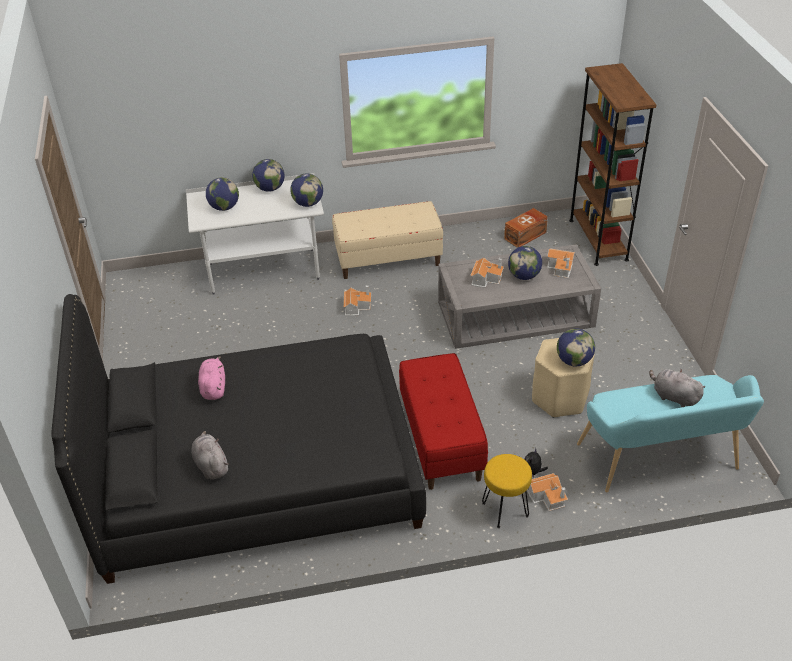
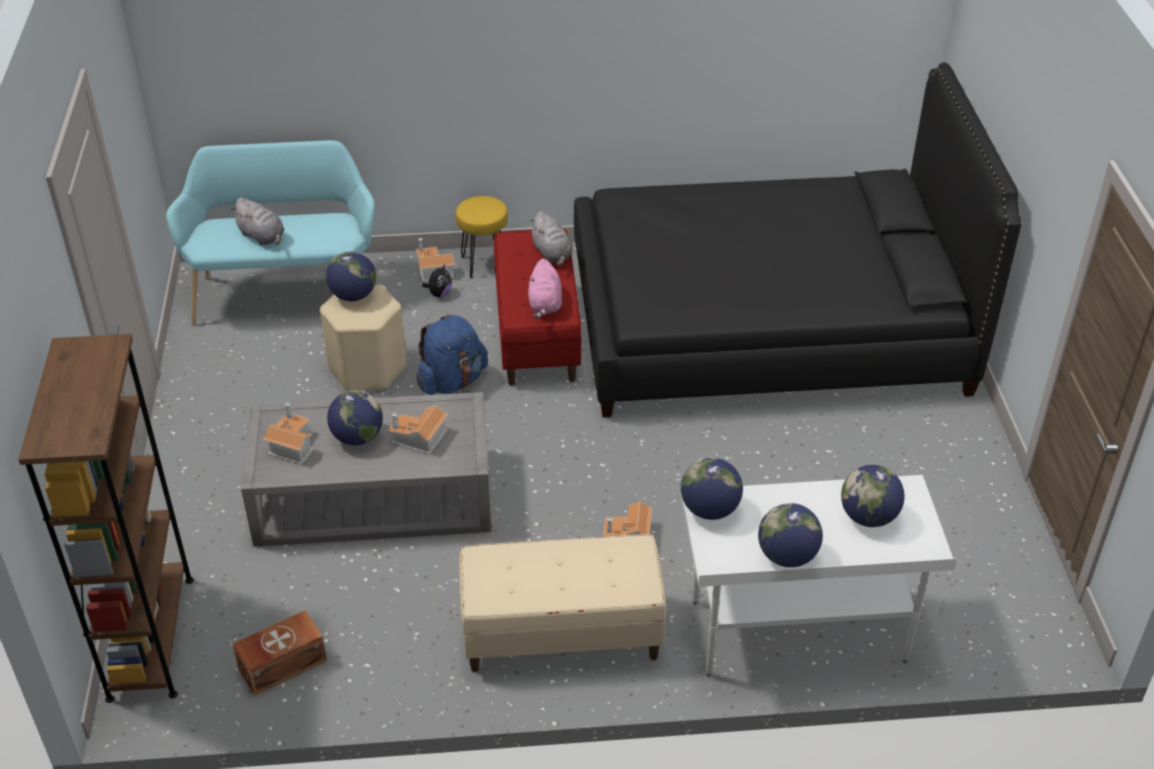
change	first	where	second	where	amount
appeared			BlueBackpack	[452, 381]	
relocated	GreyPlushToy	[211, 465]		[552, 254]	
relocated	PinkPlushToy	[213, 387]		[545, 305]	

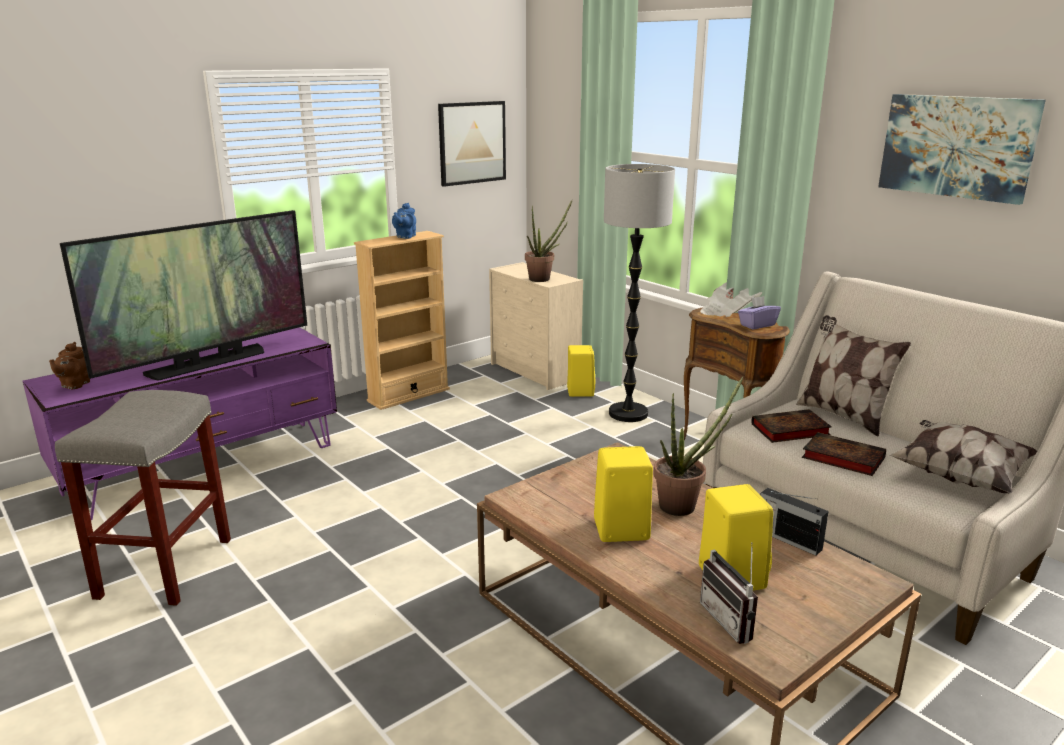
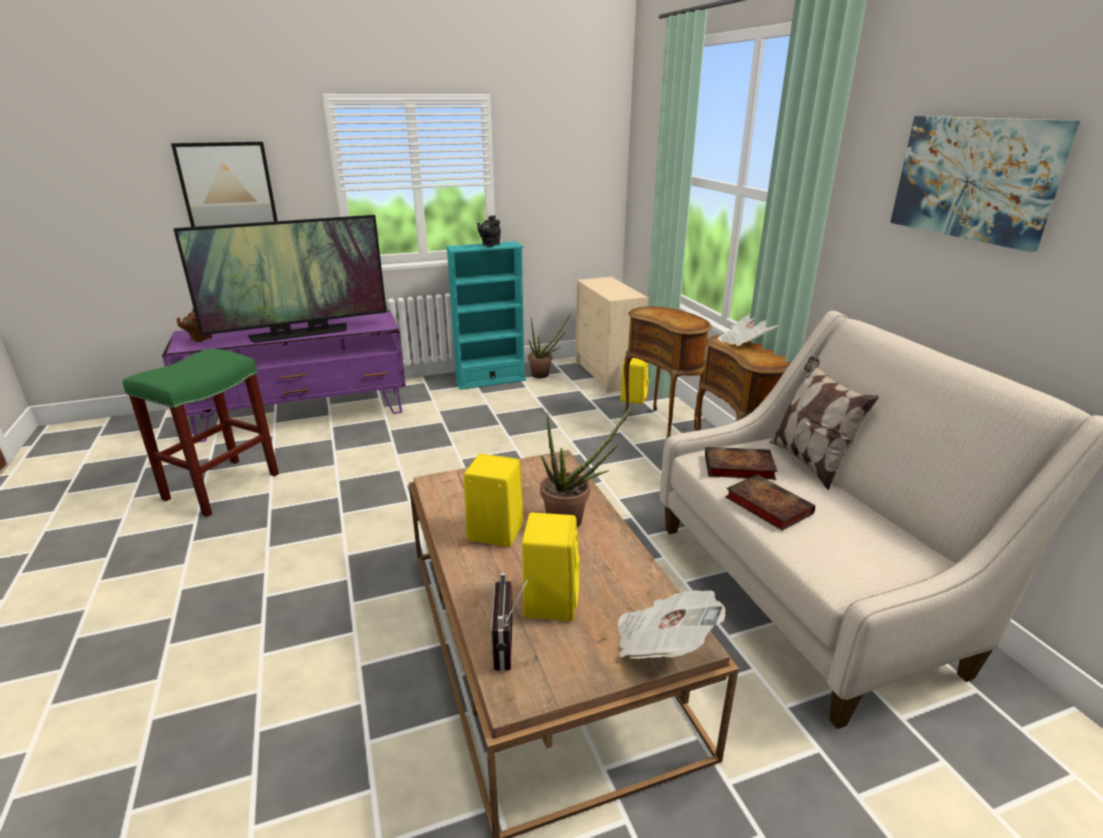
change	first	where	second	where	amount
missing	PurpleTissueBox	[757, 325]			
missing	Radio	[787, 539]			
missing	Pillow	[958, 476]			
appeared			Newspaper	[663, 644]	
relocated	Picture	[472, 143]		[227, 186]	
relocated	PottedPlant	[543, 278]		[544, 374]	
exchanged	FloorLamp	[628, 413]	BrownSideTable	[662, 425]	
colour	GreyStool	[165, 567]	GreenStool	[223, 485]	
colour	BeigeBookcase	[408, 395]	TurquoiseBookcase	[490, 380]	
colour	BlueTeapot	[405, 237]	BlackTeapot	[489, 245]	

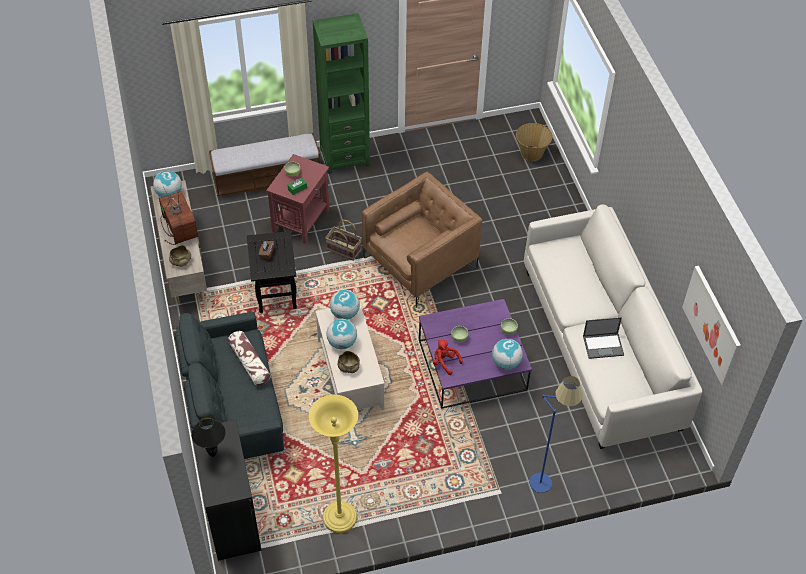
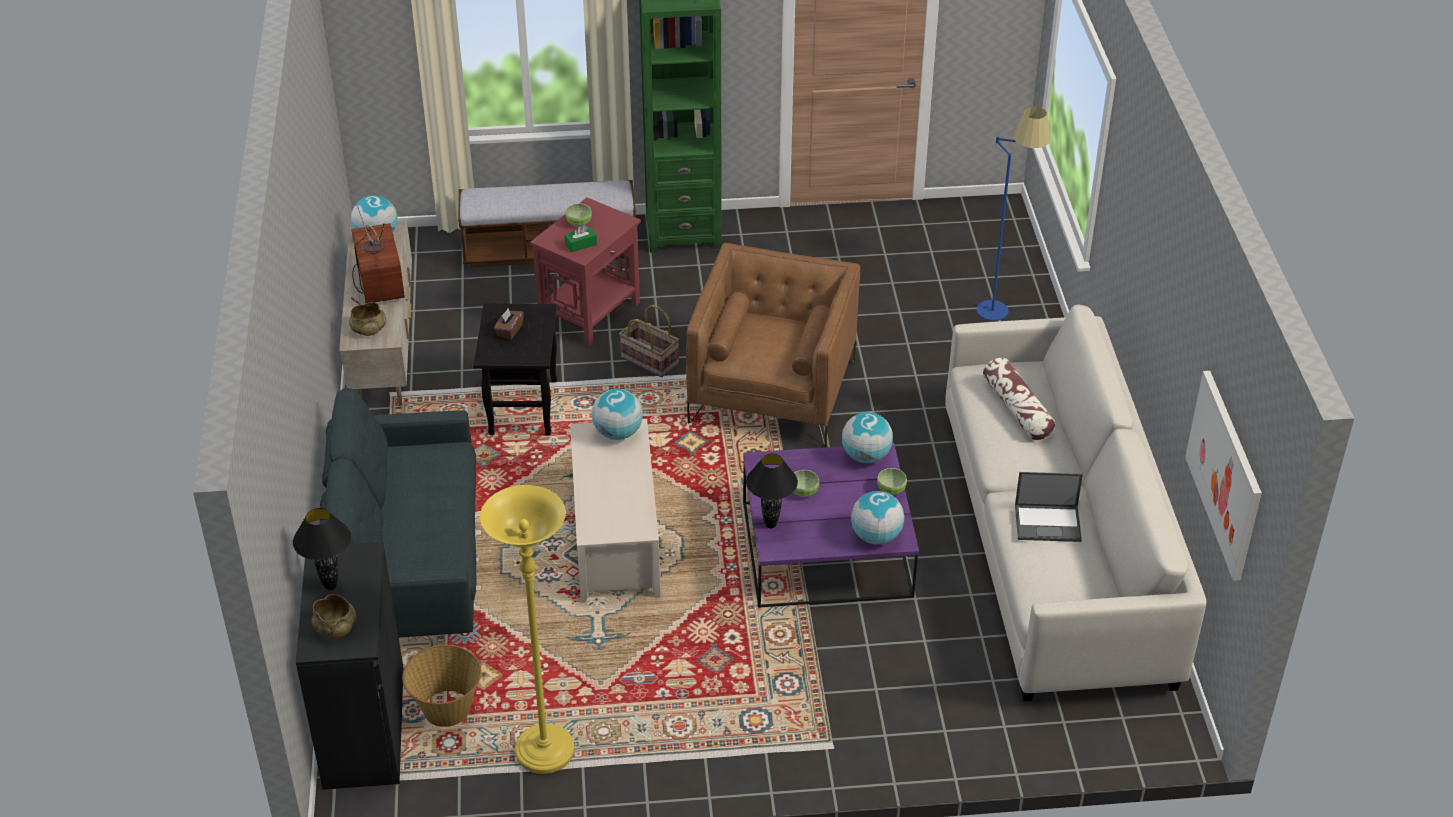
change	first	where	second	where	amount
relocated	Pillow	[249, 363]		[1017, 409]	
relocated	Globe	[342, 342]		[866, 456]	
relocated	BeigeBowl	[349, 367]		[335, 628]	
relocated	Basket	[531, 153]		[446, 710]	
relocated	BlueFloorLamp	[546, 475]		[1002, 304]	
exchanged	RedPlushToy	[445, 362]	BlackTableLamp	[771, 524]	
spun	BrownArmchair	[420, 263]		[772, 391]	45 degrees counterclockwise

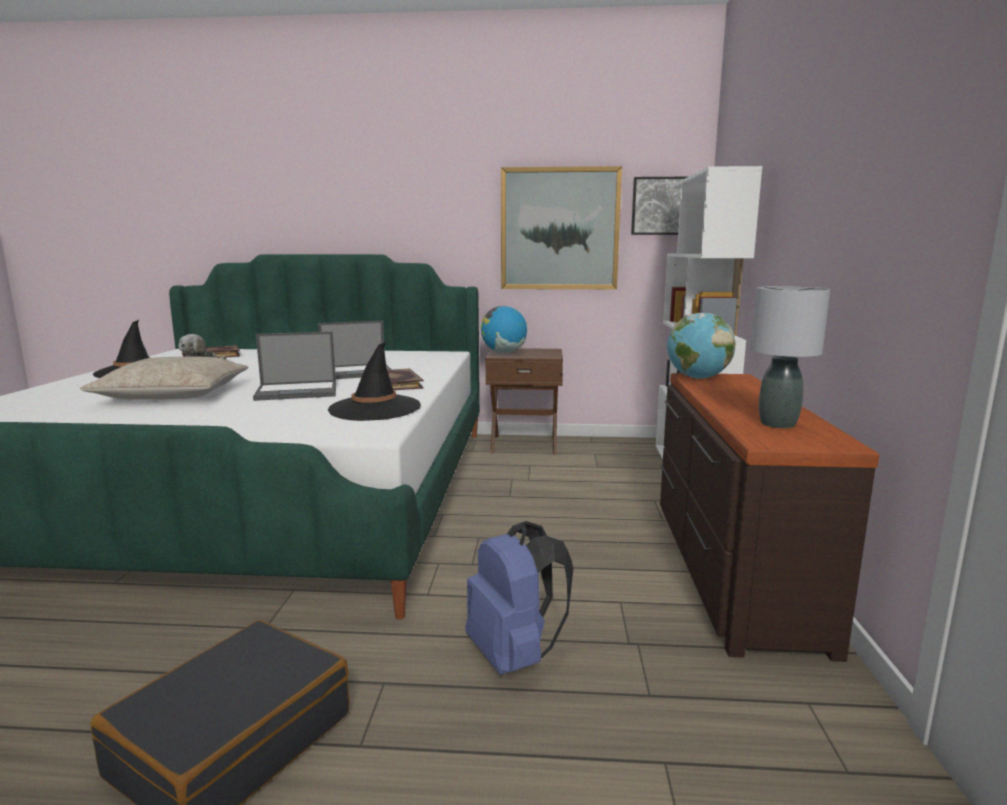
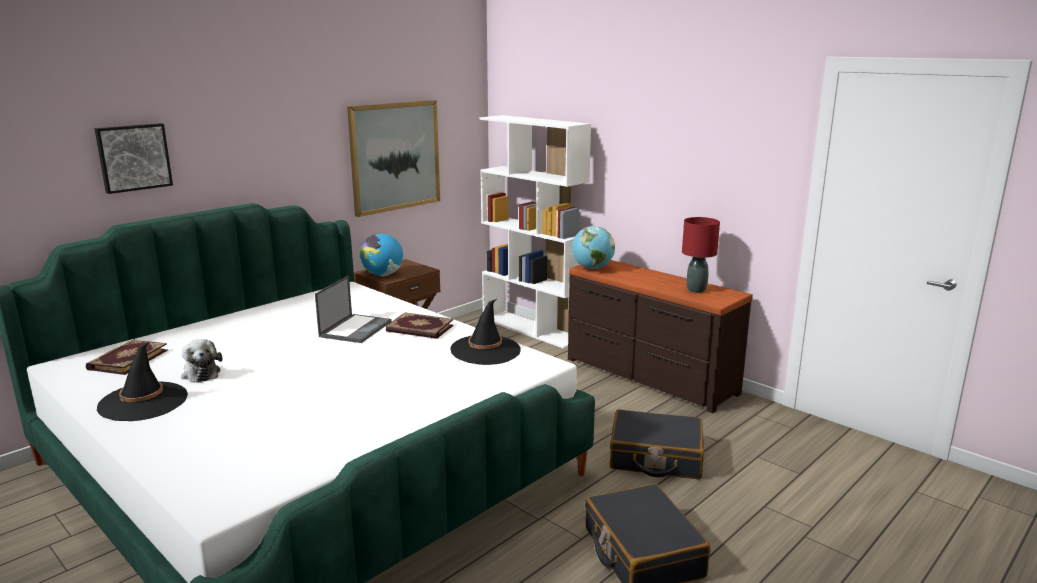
change	first	where	second	where	amount
missing	BeigePillow	[174, 395]			
missing	Laptop	[298, 391]			
relocated	Picture	[660, 206]		[133, 157]	
exchanged	BlueBackpack	[515, 655]	BlackSuitcase	[655, 457]	
colour	GreyTableLamp	[777, 424]	RedTableLamp	[696, 290]	

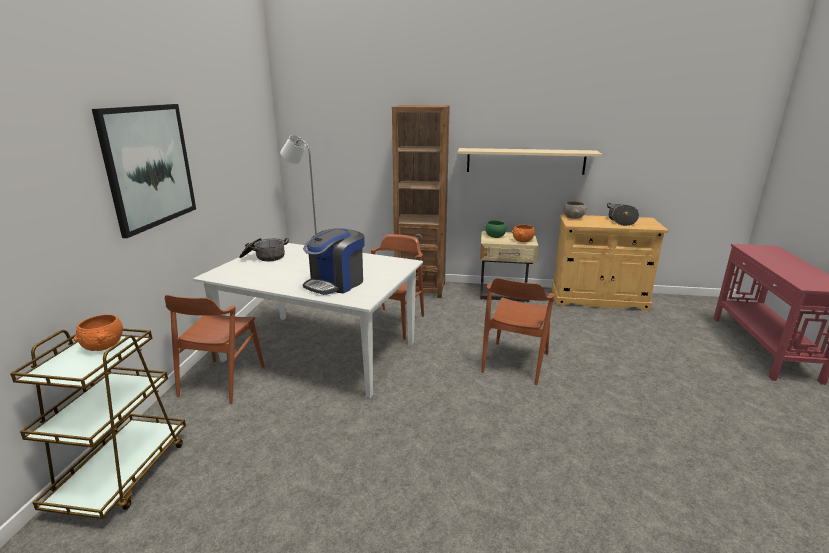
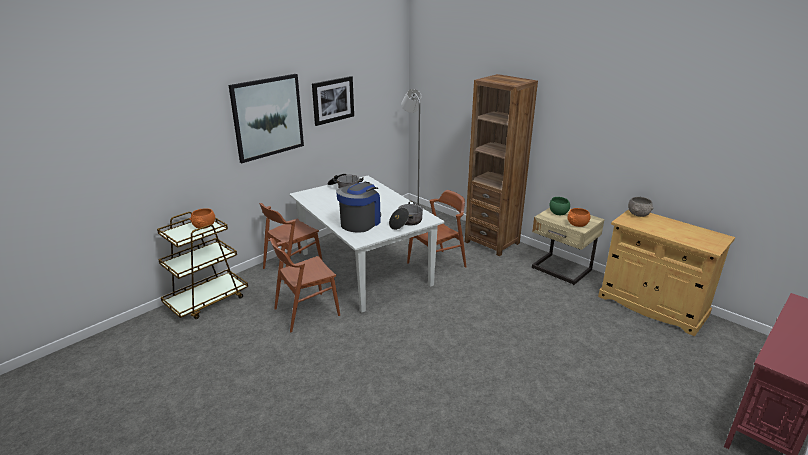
change	first	where	second	where	amount
missing	BeigeShelf	[525, 161]			
appeared			Picture	[333, 100]	
relocated	BrownChair	[515, 362]		[306, 312]	
relocated	CookingPot	[621, 221]		[406, 223]	
spun	CoffeeMachine	[336, 283]		[360, 222]	135 degrees clockwise

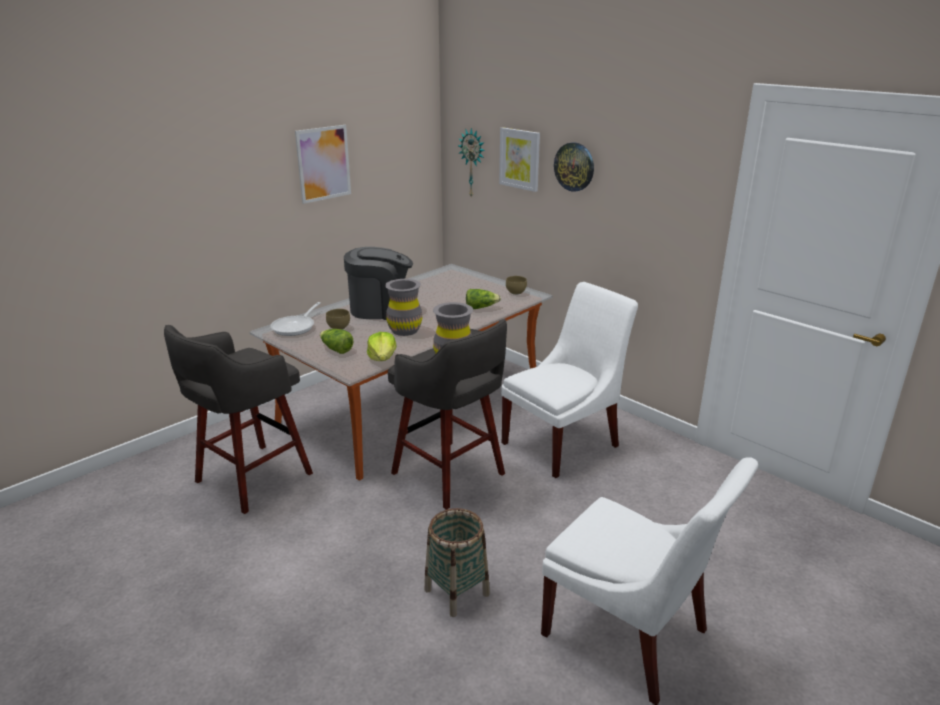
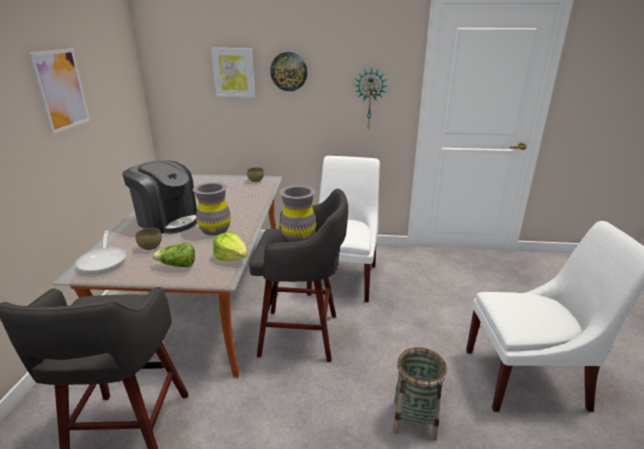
change	first	where	second	where	amount
missing	Lettuce	[481, 307]			
relocated	WallClock	[473, 163]		[370, 99]	
spun	CoffeeMachine	[380, 309]		[167, 221]	75 degrees clockwise

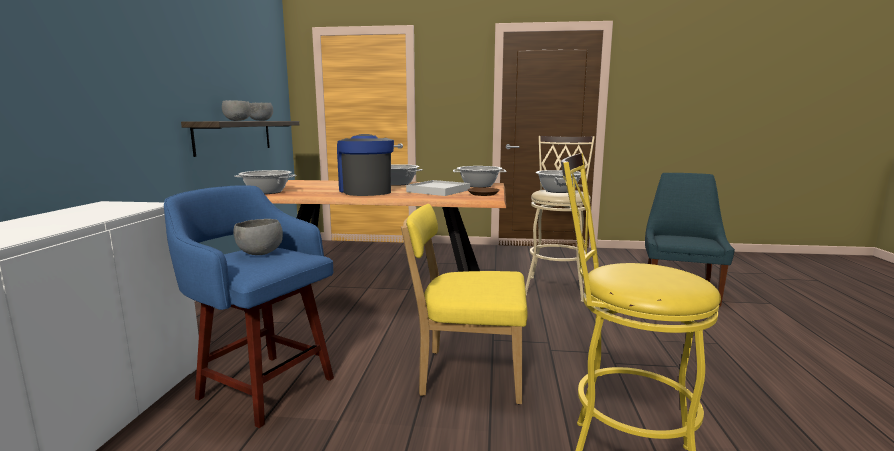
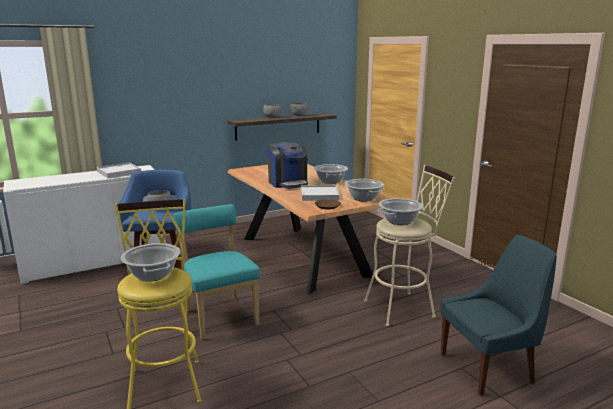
change	first	where	second	where	amount
appeared			WhiteTray	[119, 172]	
relocated	CookingPot	[267, 192]		[153, 275]	
colour	YellowChair	[466, 374]	TurquoiseChair	[220, 316]	
spun	CoffeeMachine	[365, 191]		[287, 183]	120 degrees clockwise

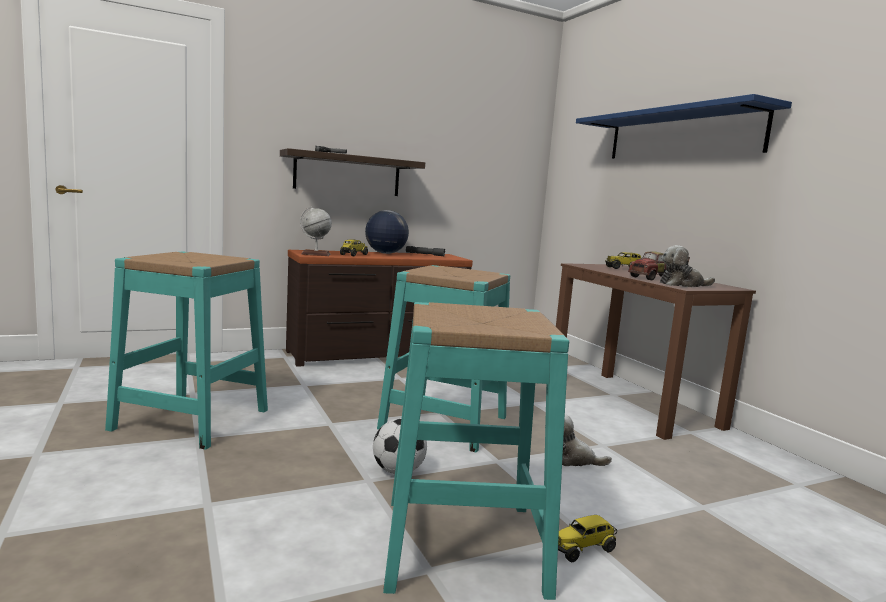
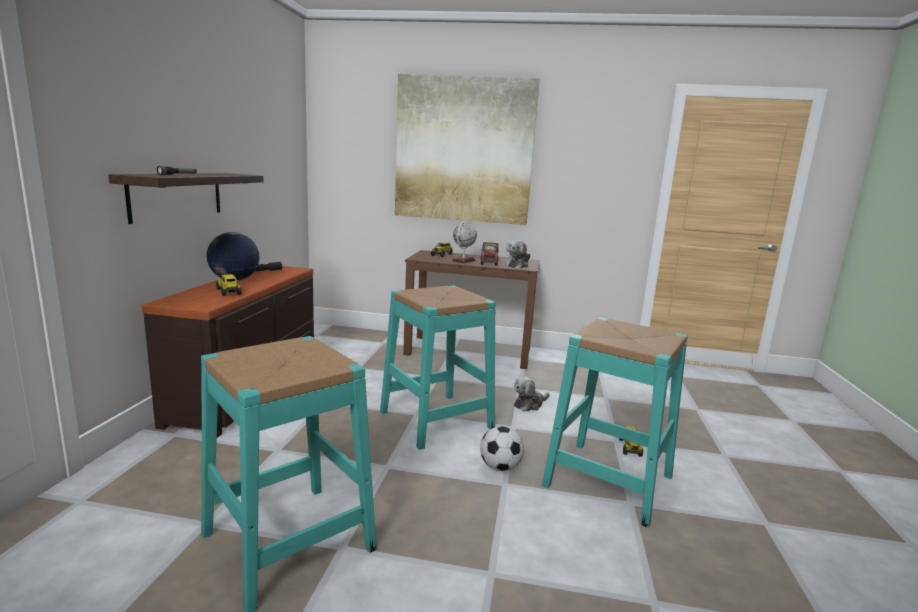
change	first	where	second	where	amount
relocated	Globe	[315, 254]		[463, 261]	
exchanged	BlueShelf	[681, 135]	Picture	[464, 150]	

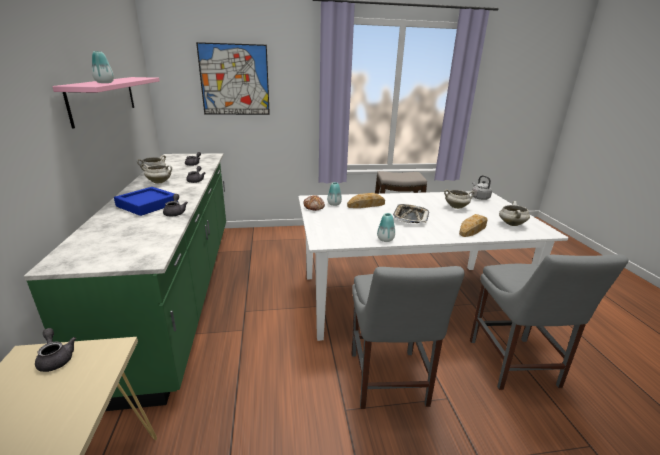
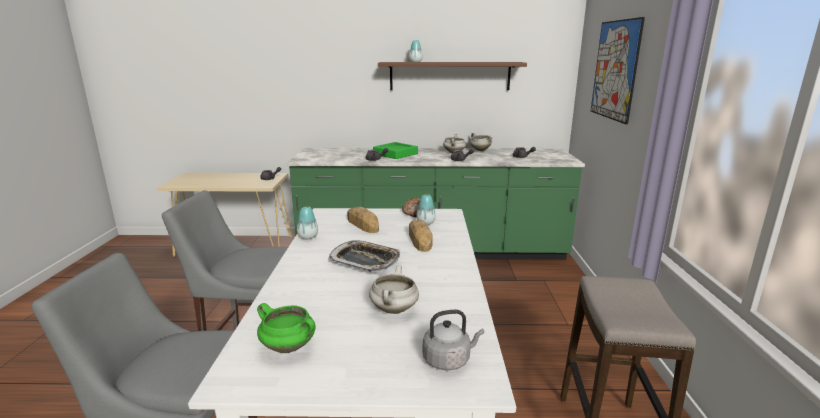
change	first	where	second	where	amount
relocated	Bread	[472, 229]		[362, 224]	
colour	PinkShelf	[104, 98]	BrownShelf	[449, 76]	
colour	BlueTray	[147, 205]	GreenTray	[395, 154]	
colour	WhiteCookingPot	[511, 224]	GreenCookingPot	[289, 347]	

